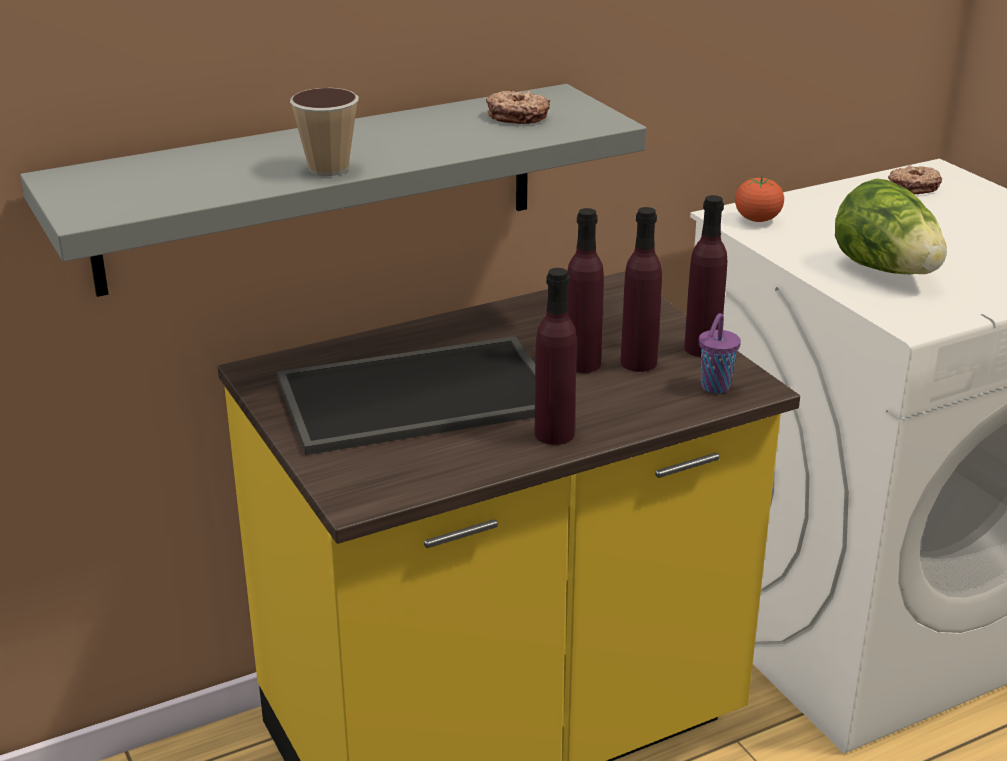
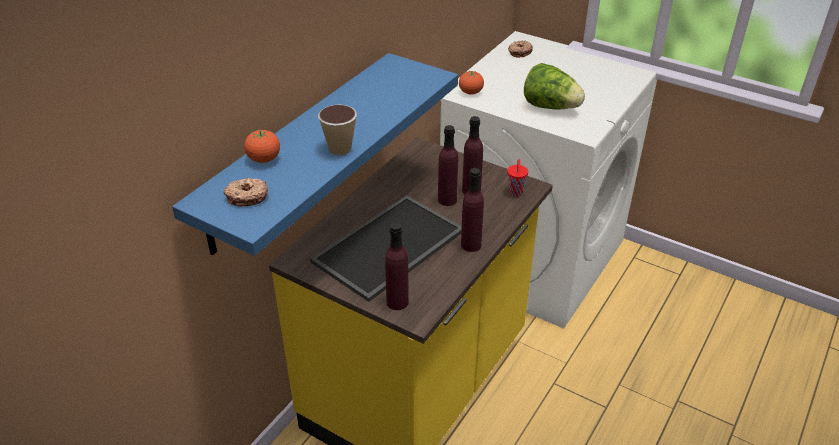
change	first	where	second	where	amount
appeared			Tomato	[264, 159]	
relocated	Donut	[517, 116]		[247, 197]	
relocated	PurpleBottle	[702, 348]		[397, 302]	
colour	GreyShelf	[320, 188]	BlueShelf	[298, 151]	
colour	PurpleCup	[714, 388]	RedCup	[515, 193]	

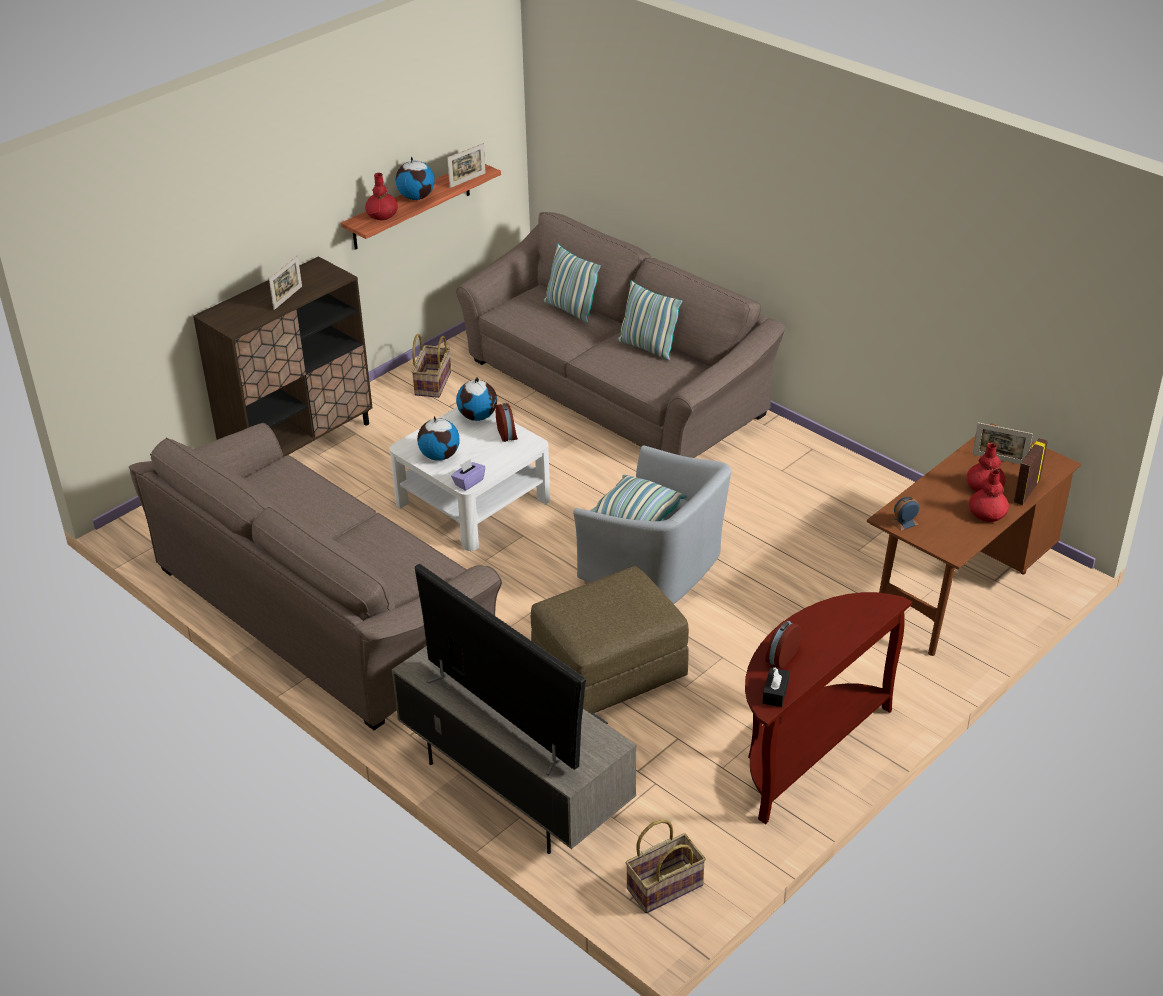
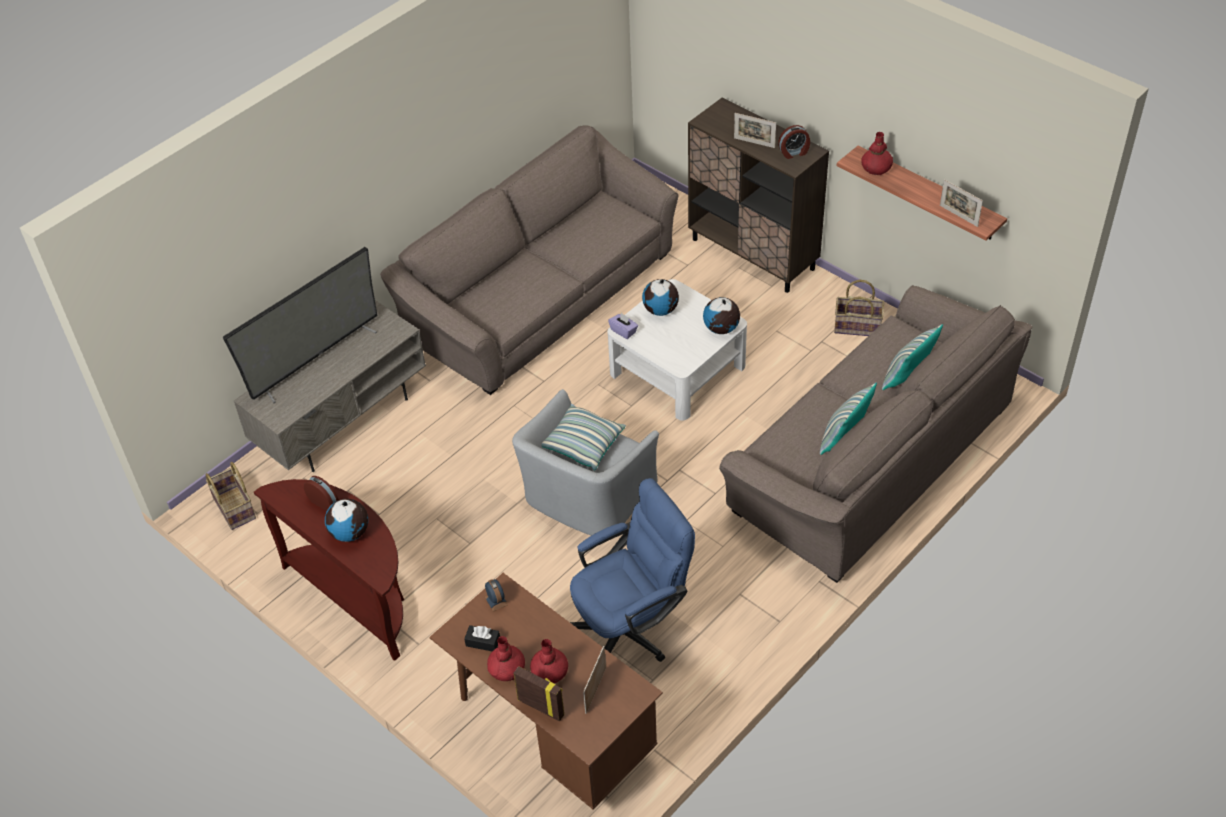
change	first	where	second	where	amount
missing	BrownOttoman	[609, 670]			
appeared			BlueOfficeChair	[631, 627]	
relocated	Globe	[416, 197]		[350, 533]	
relocated	AlarmClock	[507, 434]		[794, 152]	
relocated	BlackTissueBox	[775, 693]		[483, 642]	

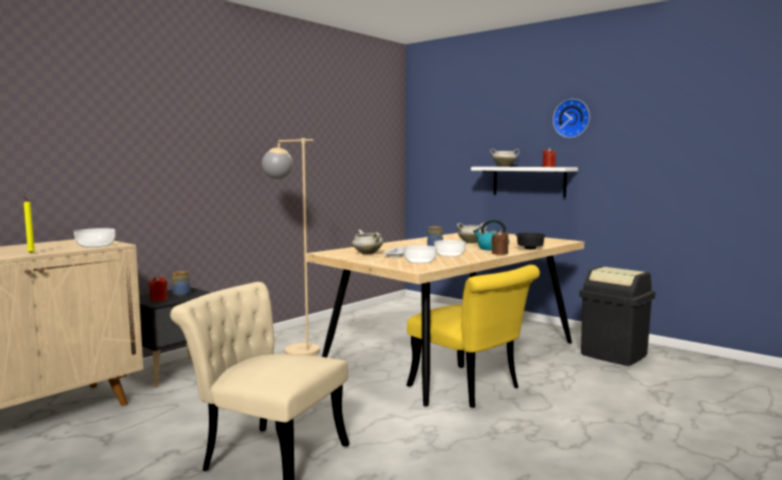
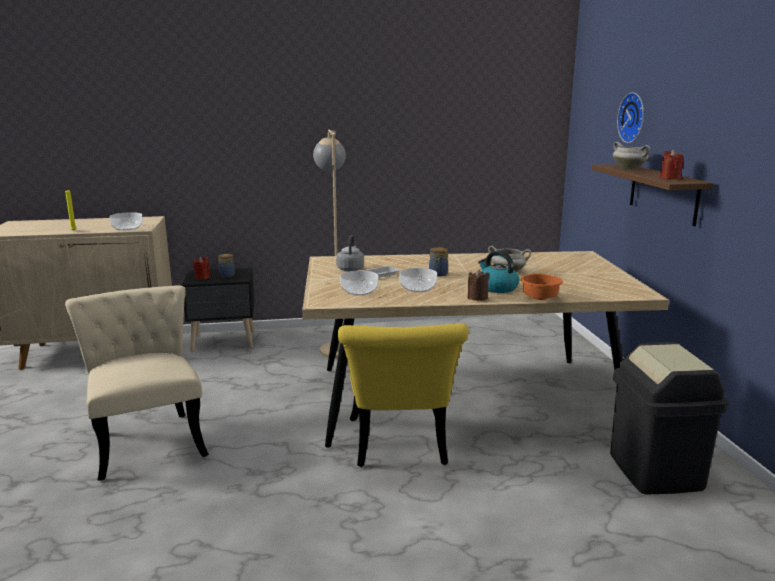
change	first	where	second	where	amount
relocated	WallClock	[572, 118]		[634, 117]	
exchanged	WhiteCookingPot	[367, 254]	GreyKettle	[350, 269]	
colour	WhiteShelf	[528, 181]	BrownShelf	[663, 193]	
colour	BlackBowl	[529, 249]	OrangeBowl	[538, 298]	

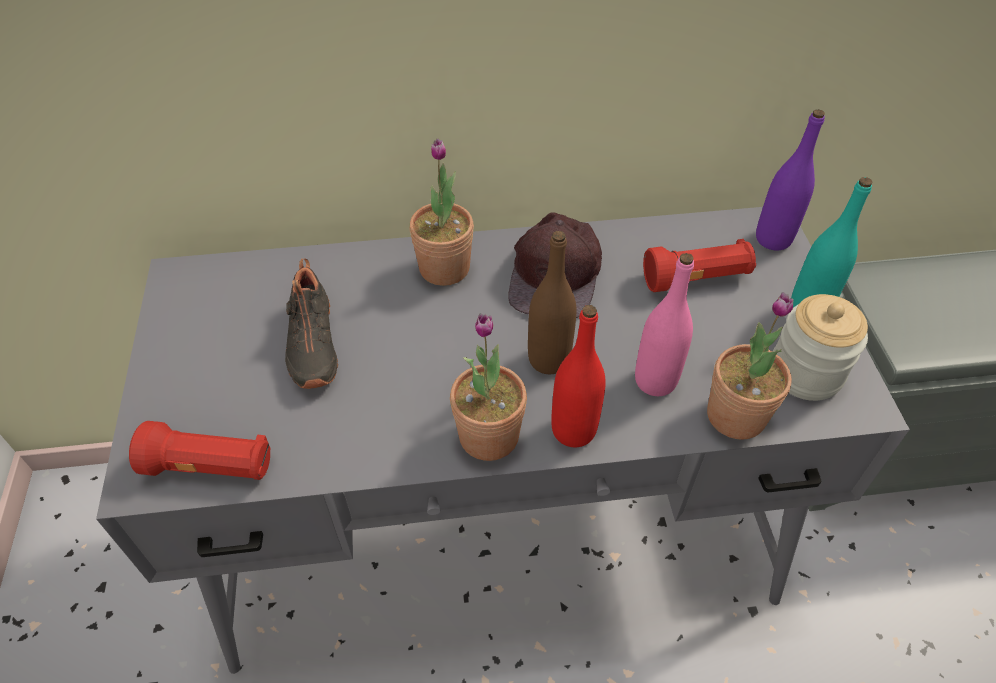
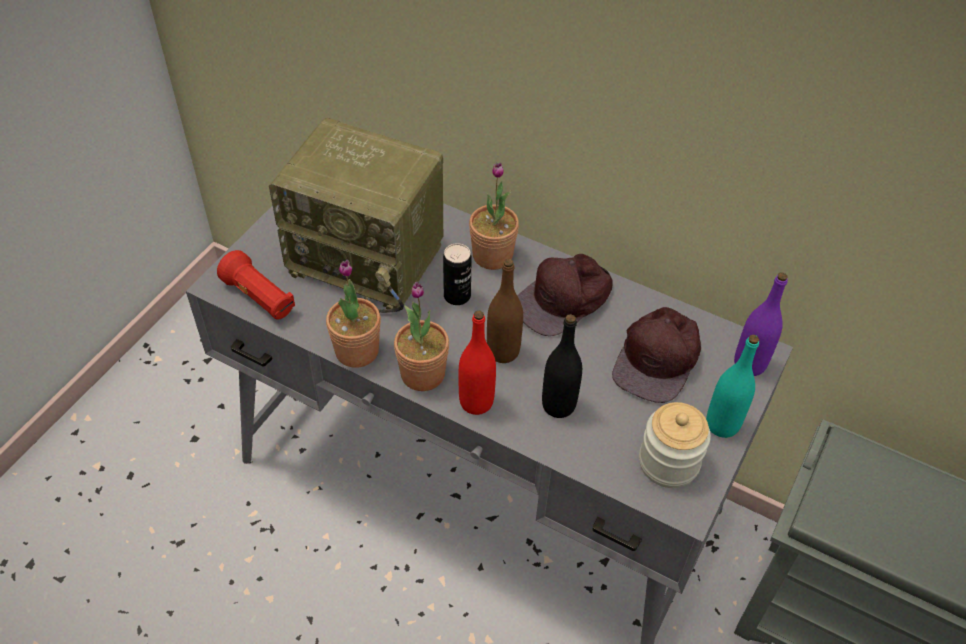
change	first	where	second	where	amount
appeared			Can	[457, 296]	
relocated	PottedPlant	[736, 415]		[357, 351]	
exchanged	BlackShoe	[310, 344]	Radio	[369, 258]	
exchanged	RedFlashlight	[696, 279]	BrownCap	[658, 358]	
colour	PinkBottle	[655, 381]	BlackBottle	[558, 405]	

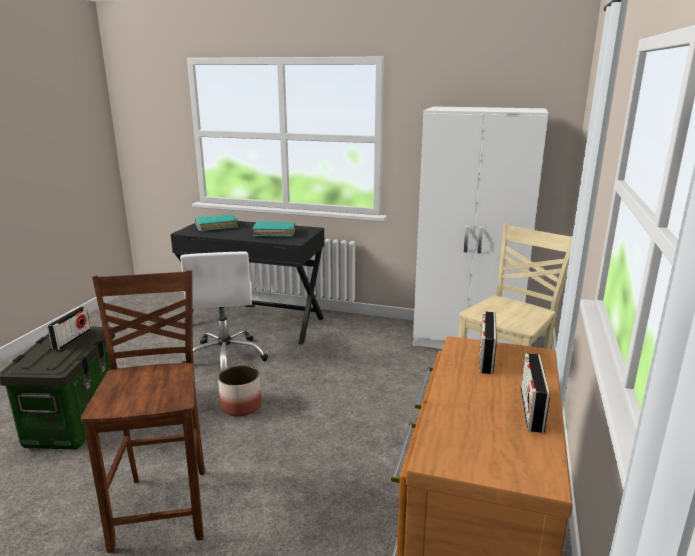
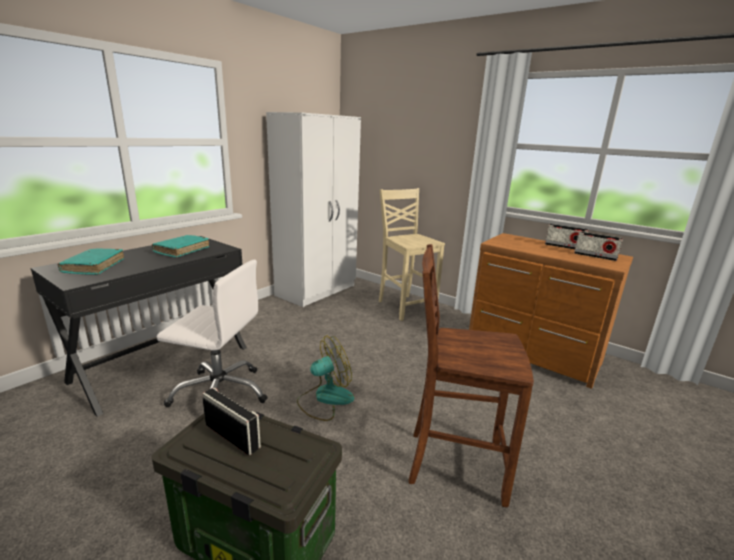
change	first	where	second	where	amount
relocated	Radio	[486, 357]		[595, 256]	
exchanged	Planter	[241, 406]	Fan	[325, 399]	

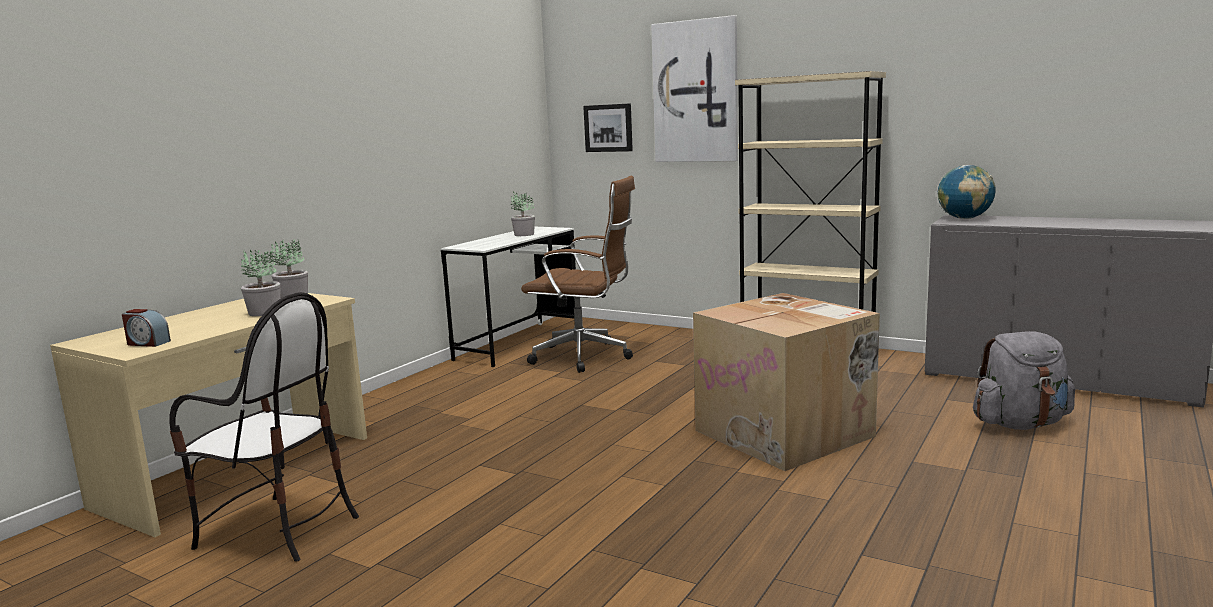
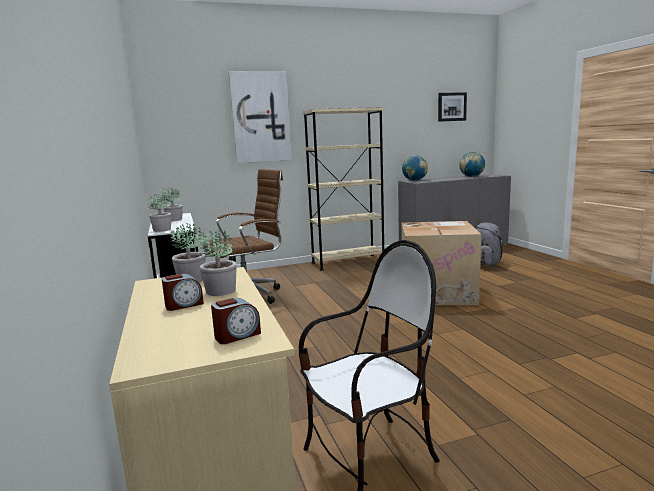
change	first	where	second	where	amount
appeared			PottedPlant	[162, 229]	
appeared			AlarmClock	[184, 305]	
appeared			Globe	[471, 177]	
relocated	Picture	[608, 128]		[451, 107]	

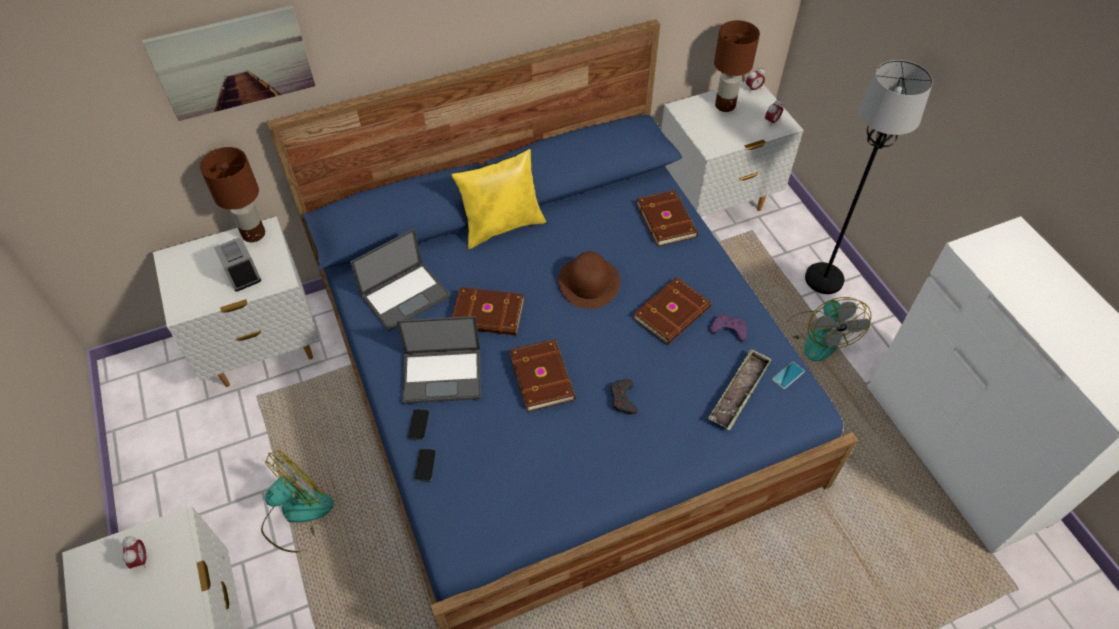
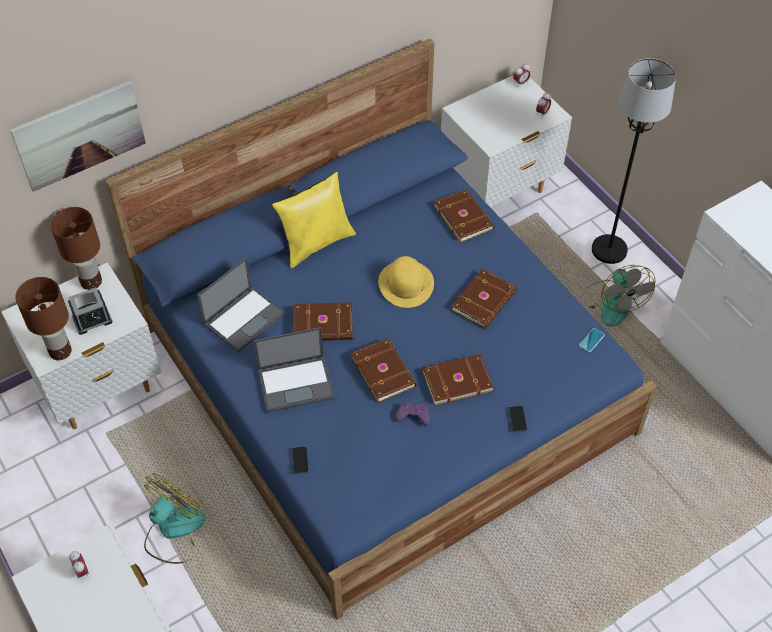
change	first	where	second	where	amount
missing	Tray	[739, 392]			
relocated	Phone	[418, 425]		[517, 419]	
relocated	PurpleGameController	[728, 329]		[413, 415]	
relocated	BrownTableLamp	[724, 106]		[60, 352]	
exchanged	GreyGameController	[623, 399]	BrownBook	[456, 380]	
colour	BrownHat	[589, 282]	YellowHat	[406, 283]	
spun	AlarmClock	[242, 274]		[92, 320]	75 degrees counterclockwise

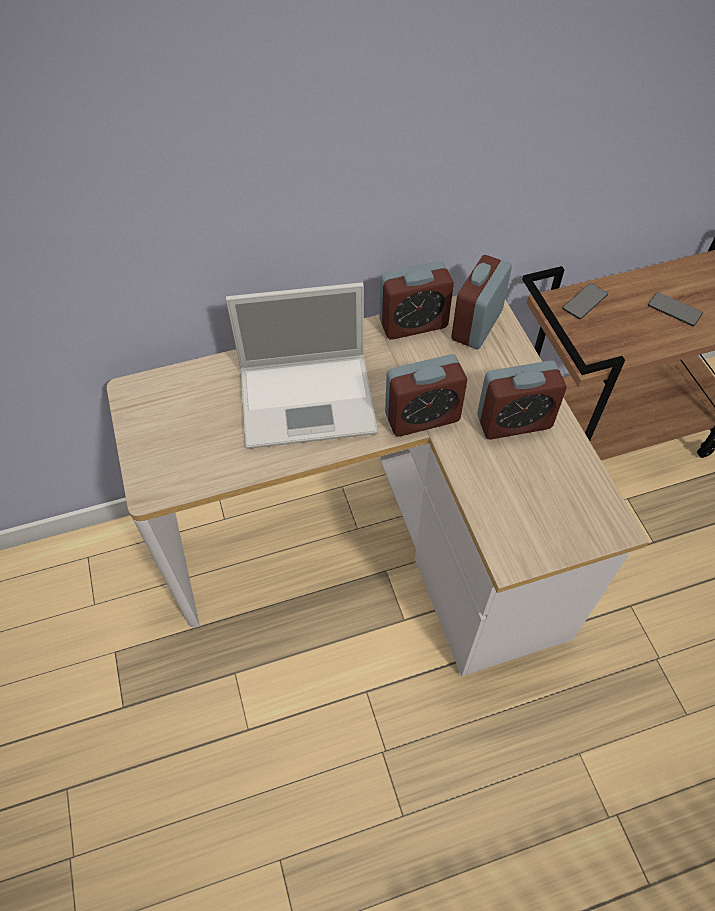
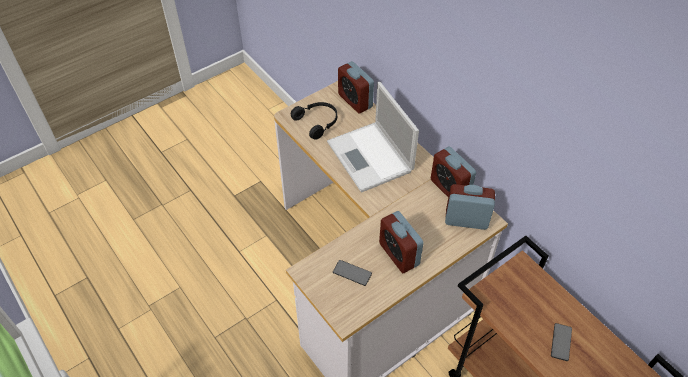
change	first	where	second	where	amount
appeared			BlackHeadphones	[317, 122]	
relocated	AlarmClock	[422, 417]		[355, 101]	
relocated	Phone	[585, 302]		[352, 273]	

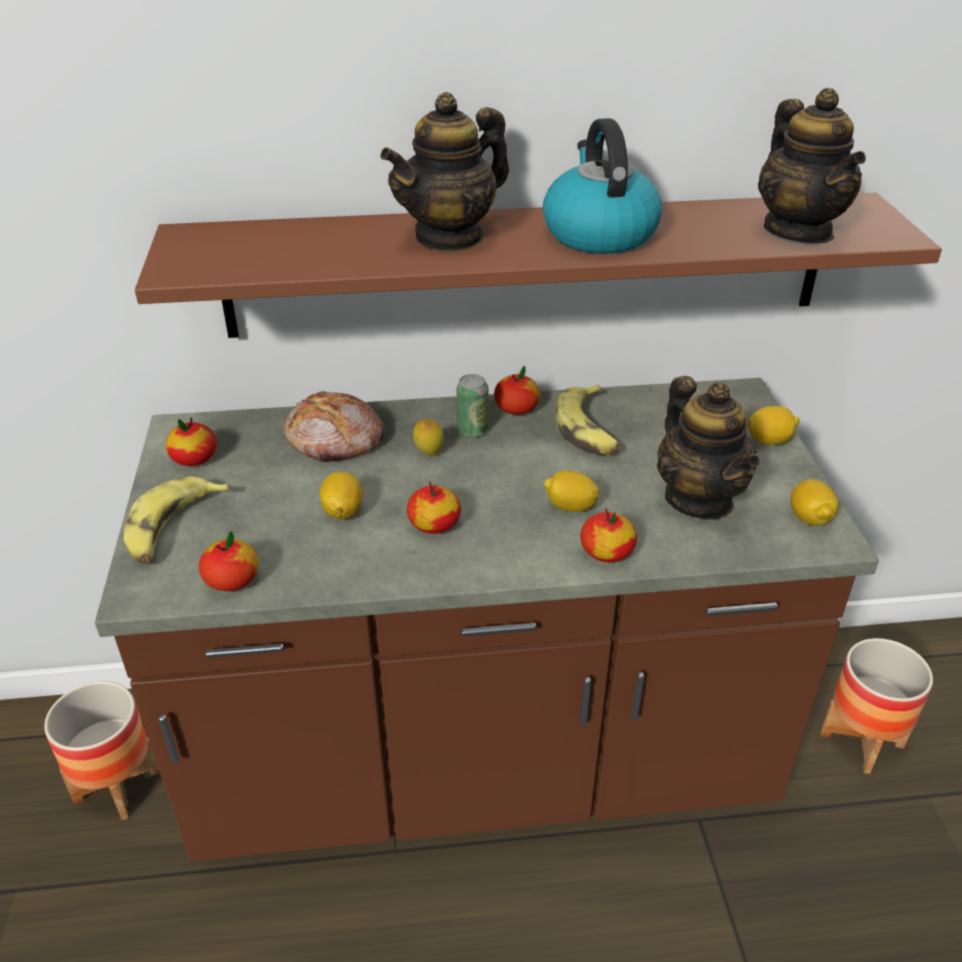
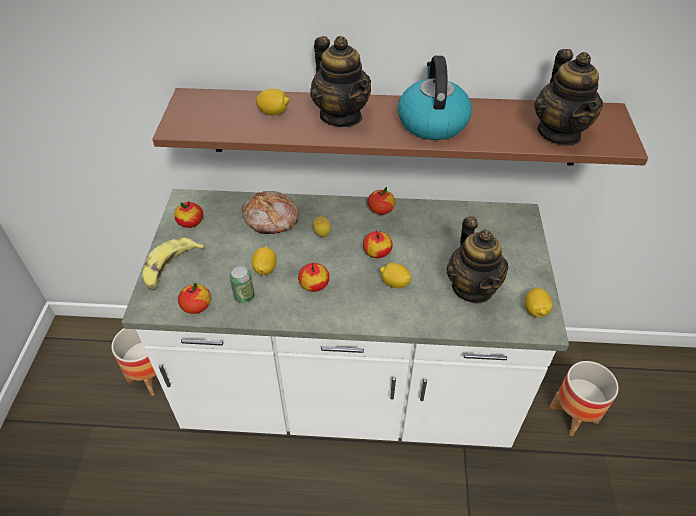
change	first	where	second	where	amount
missing	Banana	[589, 430]			
relocated	Can	[472, 430]		[244, 296]	
relocated	Apple	[606, 552]		[377, 252]	
relocated	Lemon	[769, 440]		[274, 112]	
colour	BrownCounter	[481, 762]	WhiteCounter	[348, 393]	
spun	Teapot	[450, 237]		[341, 116]	90 degrees counterclockwise

